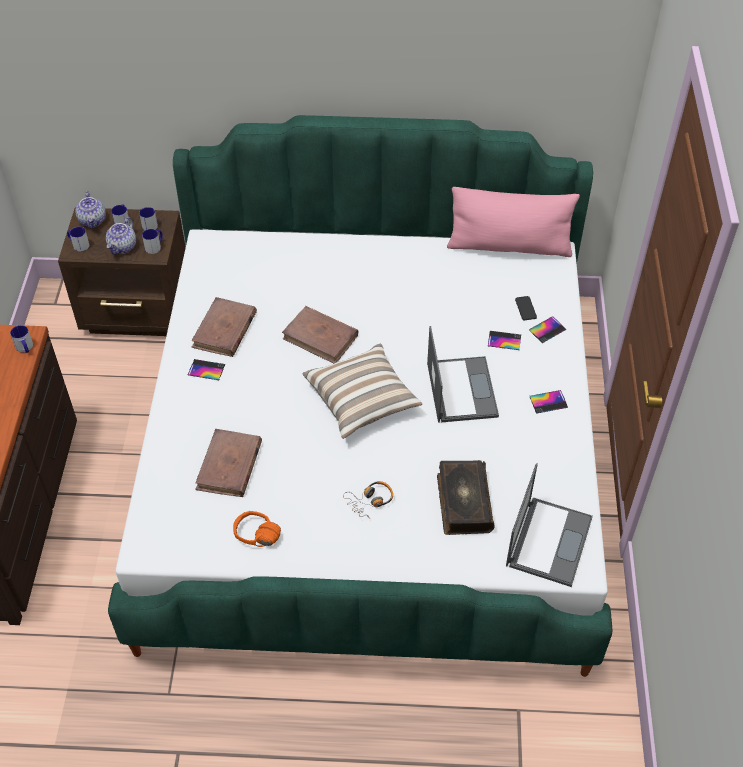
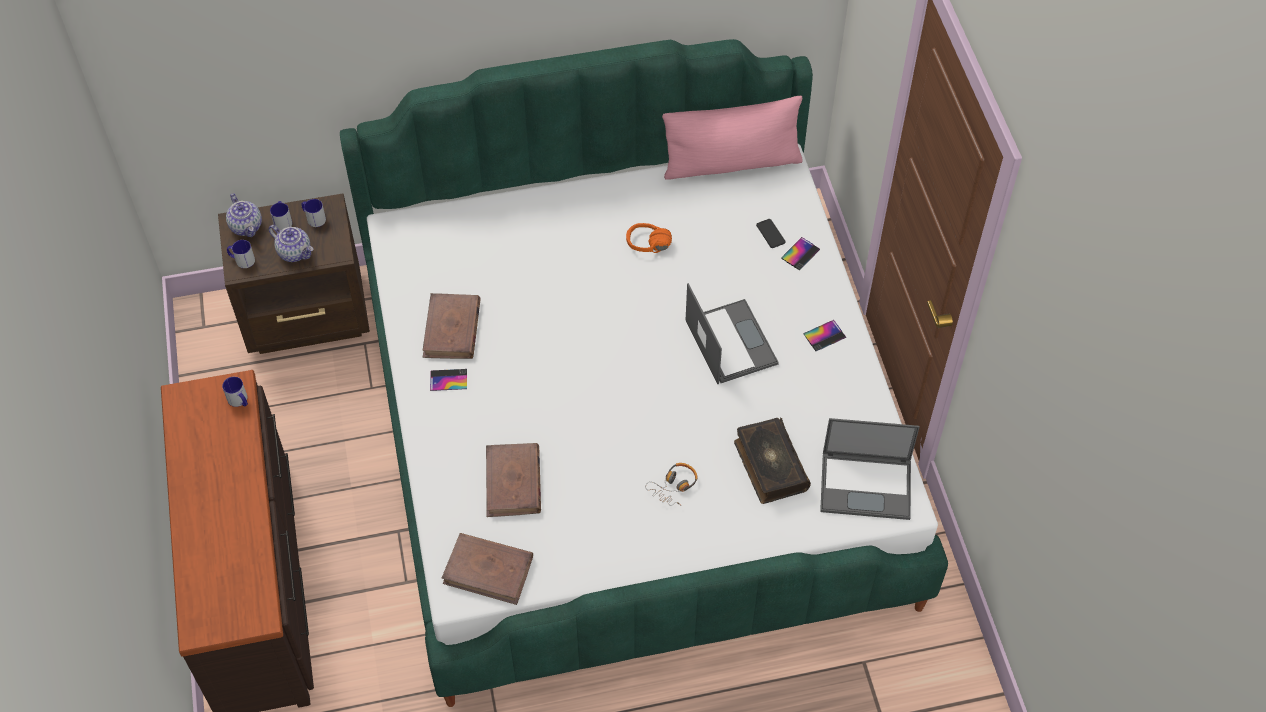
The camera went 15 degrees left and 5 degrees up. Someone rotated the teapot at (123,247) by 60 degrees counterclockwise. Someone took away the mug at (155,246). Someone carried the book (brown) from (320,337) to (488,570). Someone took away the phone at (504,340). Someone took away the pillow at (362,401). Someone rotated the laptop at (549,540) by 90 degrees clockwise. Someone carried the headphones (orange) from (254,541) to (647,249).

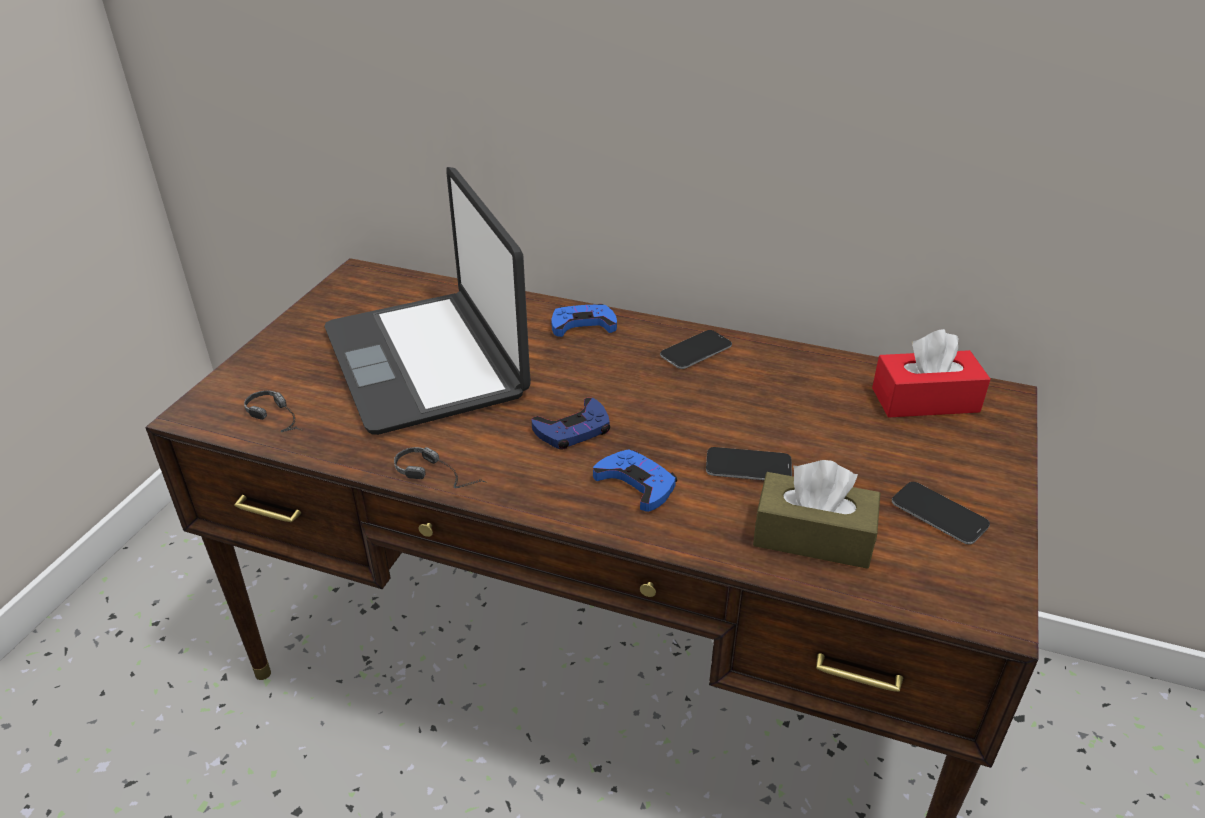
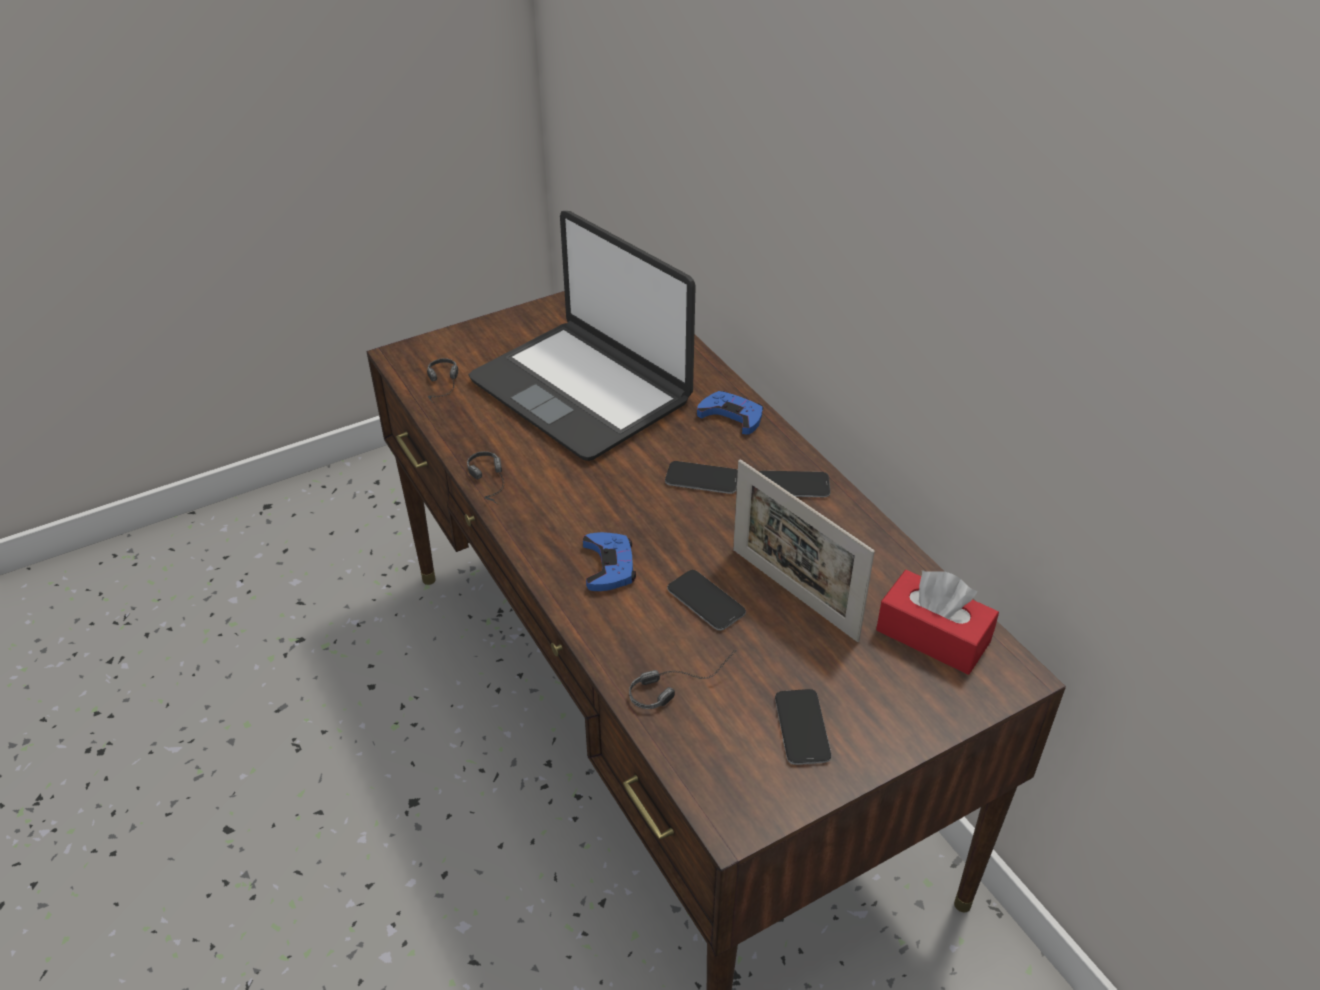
The camera went 40 degrees right and 5 degrees up. Someone rotated the laptop at (427,362) by 60 degrees counterclockwise. Someone took away the game controller (blue) at (573,430). Someone swapped the tissue box (brown) at (813,537) for the headphones at (680,681). Someone put down the picture frame at (793,593). Someone put down the phone at (702,479).

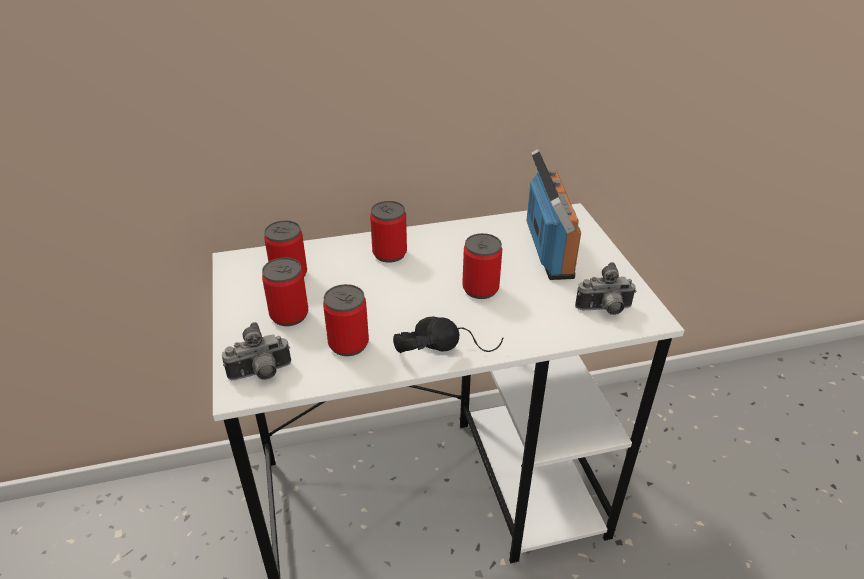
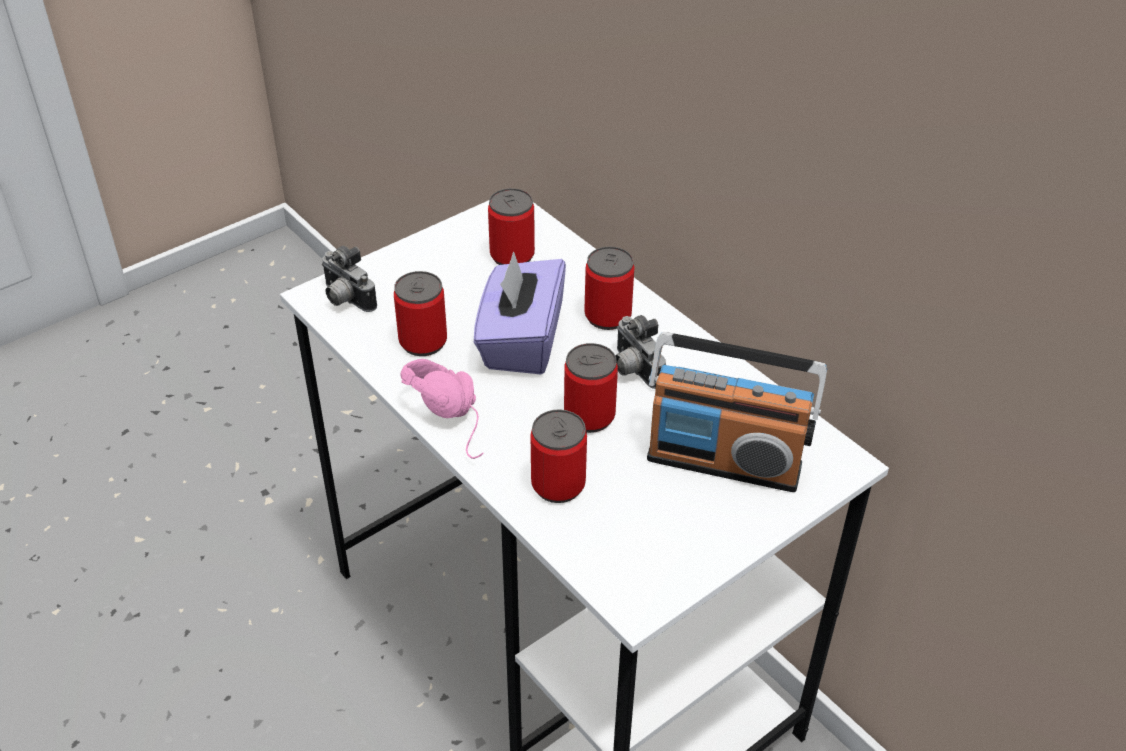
The camera went 65 degrees right and 5 degrees up. Someone rotated the radio at (549,251) by 45 degrees clockwise. Someone carried the can from (289,315) to (558,485). Someone carried the photo camera from (604,310) to (633,370). Someone repainted the headphones (black) at (445,347), which became the headphones (pink) at (459,418). Someone put down the tissue box (purple) at (520,341).

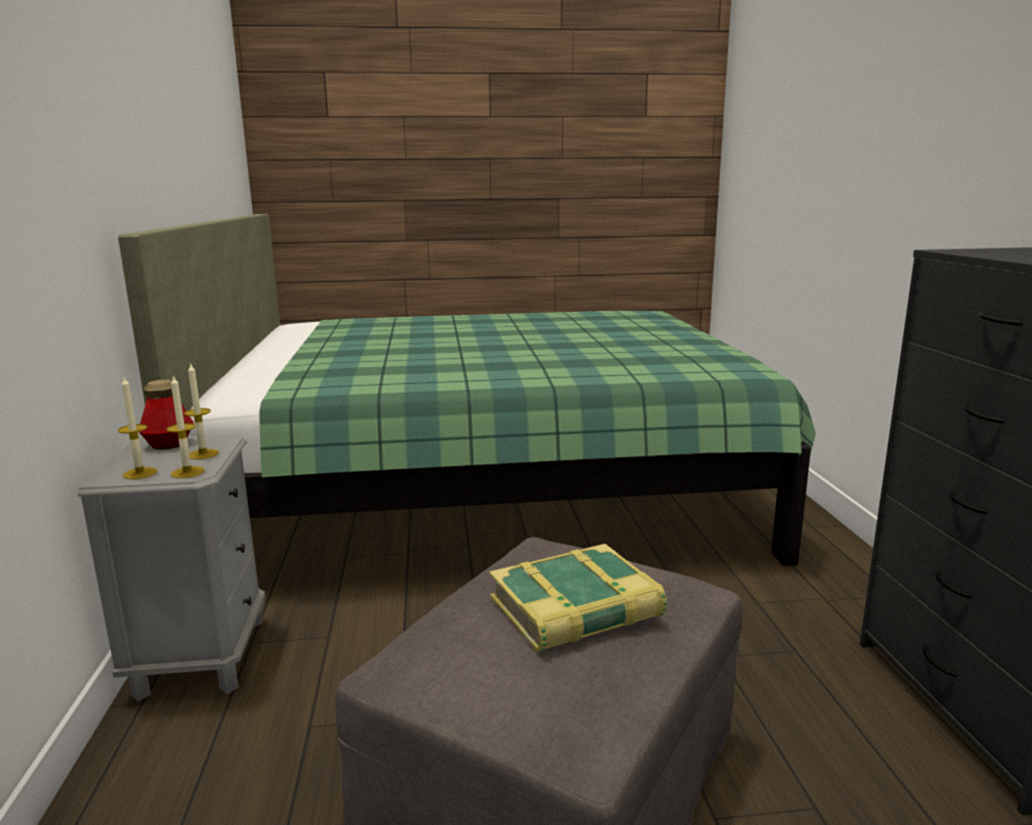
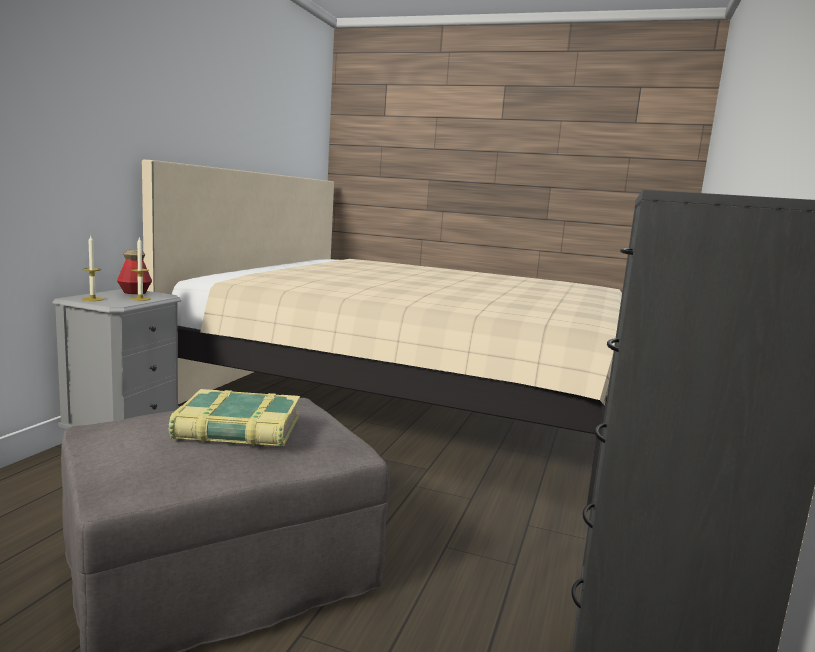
The camera went 25 degrees right and 5 degrees down. Someone repainted the bed (green) at (486,486), which became the bed (beige) at (414,398). Someone took away the candle at (187,472).

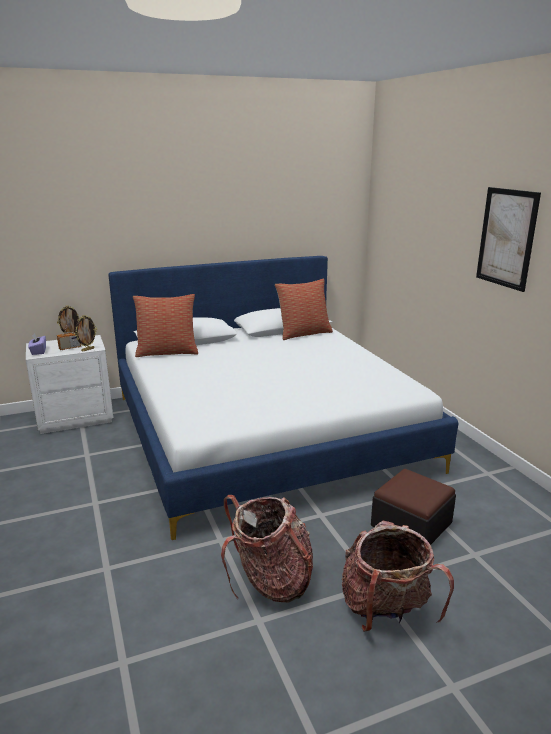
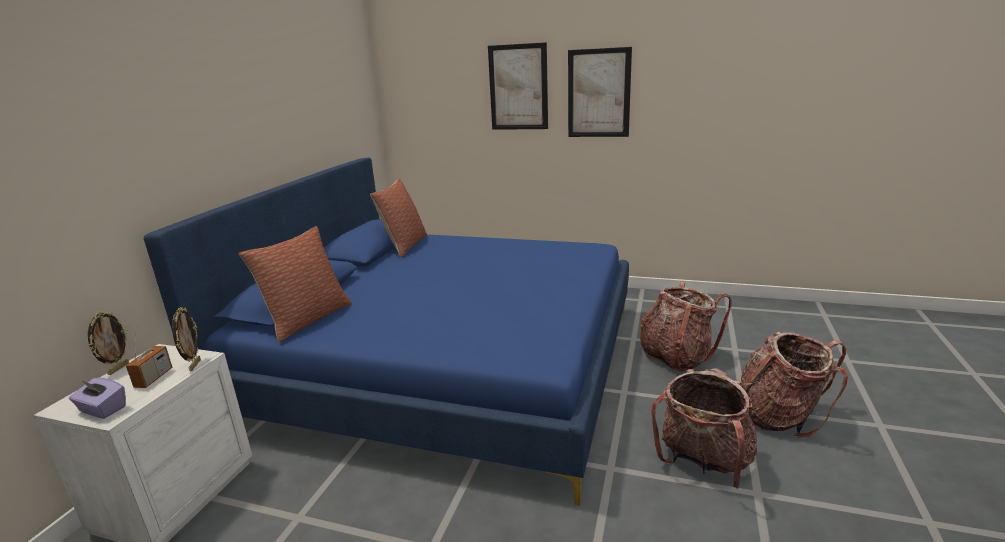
The camera went 50 degrees left and 0 degrees up. Someone repainted the bed (white) at (265,431), which became the bed (blue) at (447,363). Someone swapped the ottoman at (411,524) for the backpack at (676,356). Someone put up the picture at (518,87).

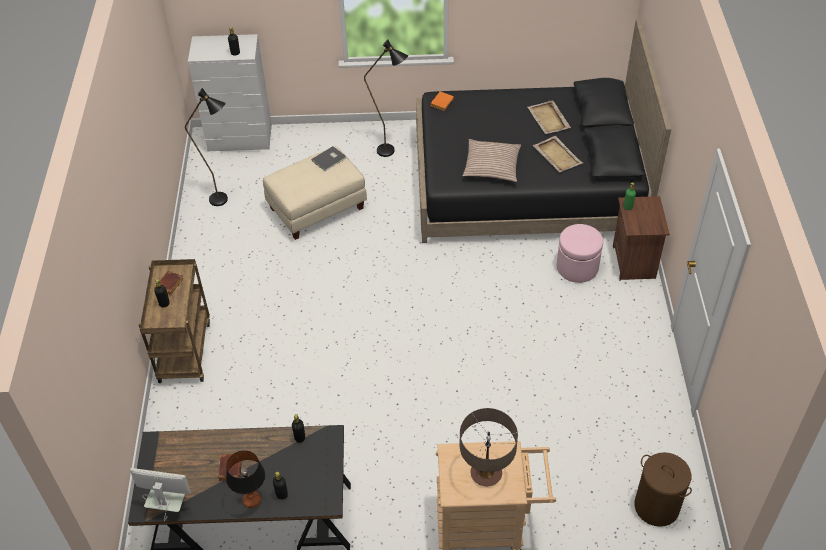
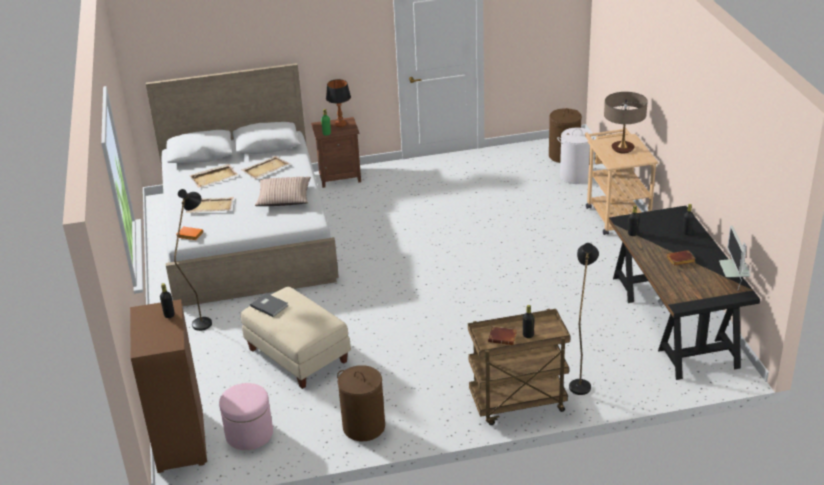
The camera went 100 degrees left and 15 degrees down. Someone repainted the bed (black) at (527,183), which became the bed (white) at (248,234). Someone repainted the dresser (white) at (240,139), which became the dresser (brown) at (180,440). Someone carried the floor lamp (black) from (225,201) to (580,382). Someone carried the ottoman (pink) from (577,267) to (249,434). Someone carried the table lamp from (251,500) to (340,125). Someone put down the laundry basket (white) at (576,176). Someone put down the tray (beige) at (209,206). Someone put down the laundry basket (brown) at (363,427).

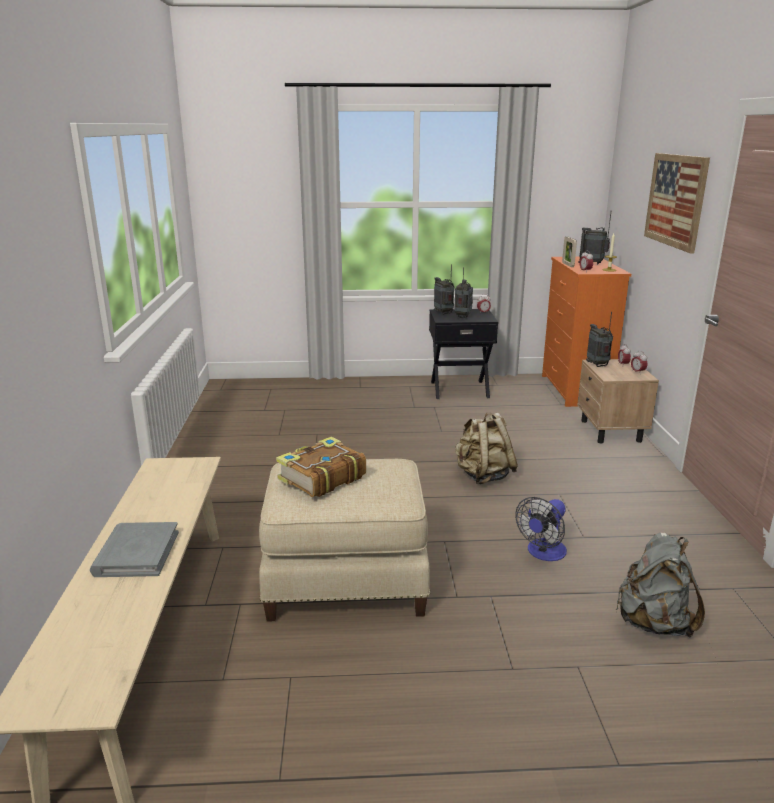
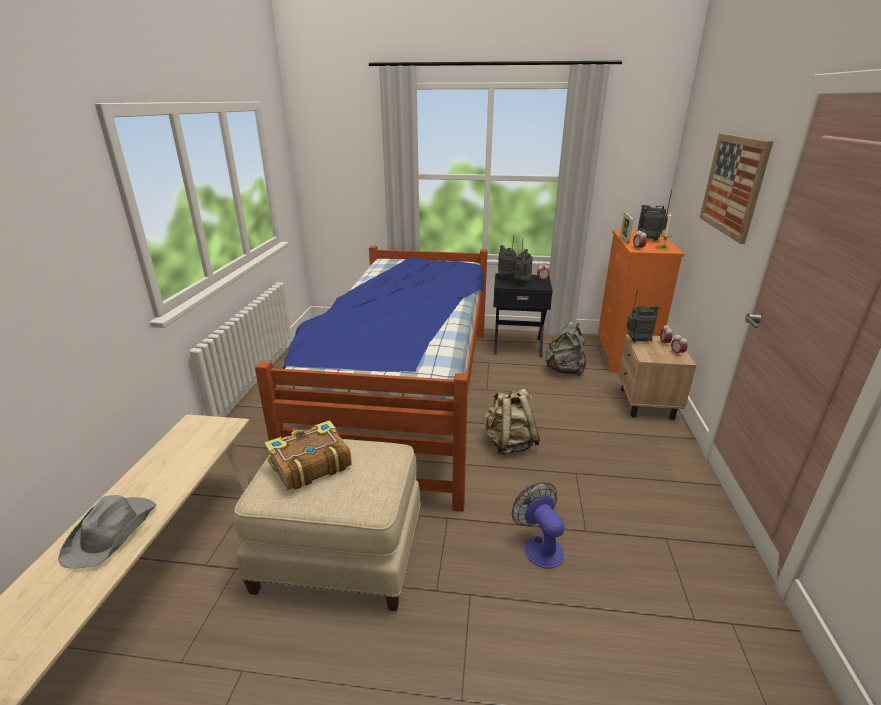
The camera went 10 degrees right and 5 degrees up. Someone rotated the radio at (597,365) by 90 degrees clockwise. Someone rotated the fan at (543,553) by 105 degrees clockwise. Someone swapped the book (grey) at (136,553) for the hat (grey) at (112,532). Someone carried the backpack (grey) from (653,623) to (564,370). Someone put down the bed at (405,395).

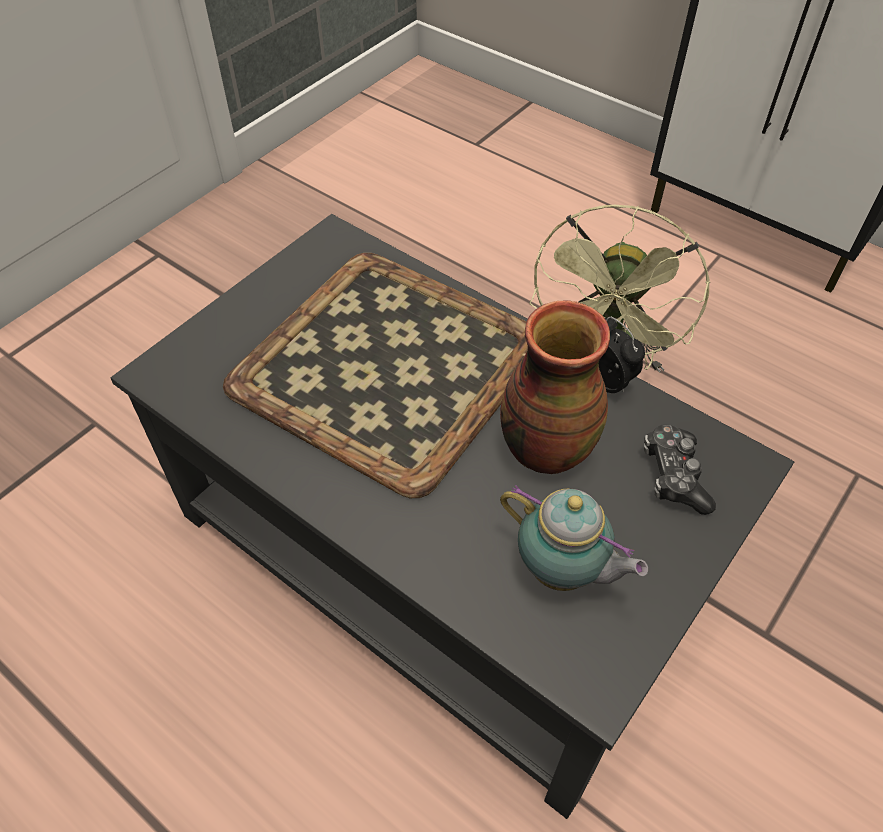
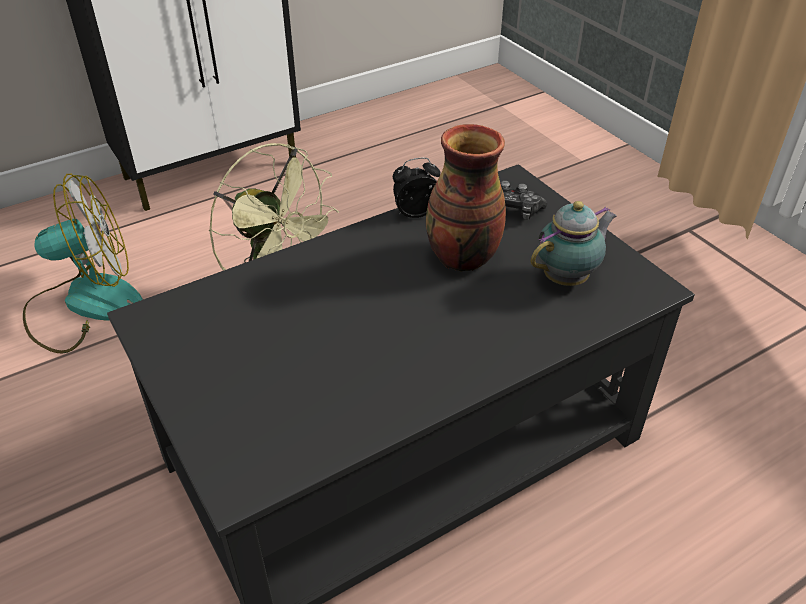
The camera went 70 degrees left and 10 degrees down. Someone took away the tray at (387,363). Someone put down the fan at (85,304).

